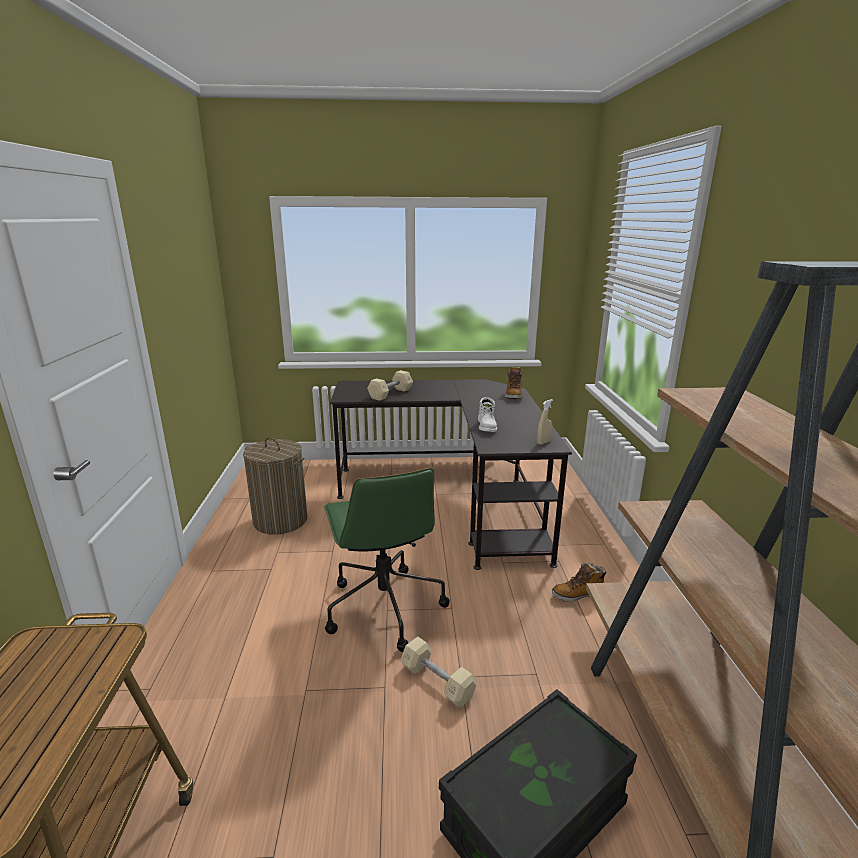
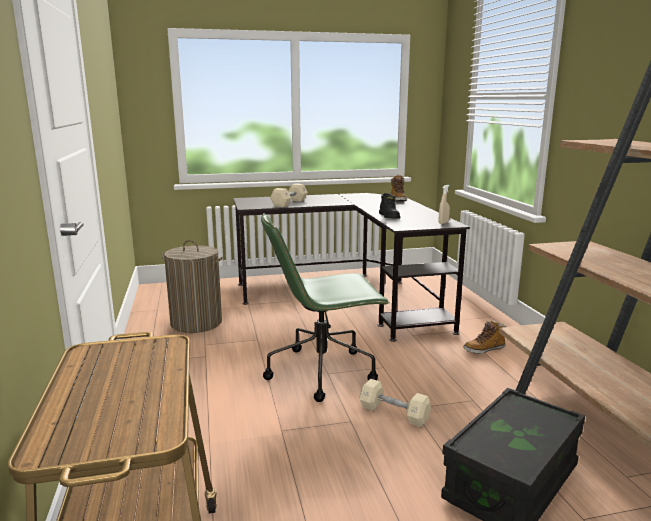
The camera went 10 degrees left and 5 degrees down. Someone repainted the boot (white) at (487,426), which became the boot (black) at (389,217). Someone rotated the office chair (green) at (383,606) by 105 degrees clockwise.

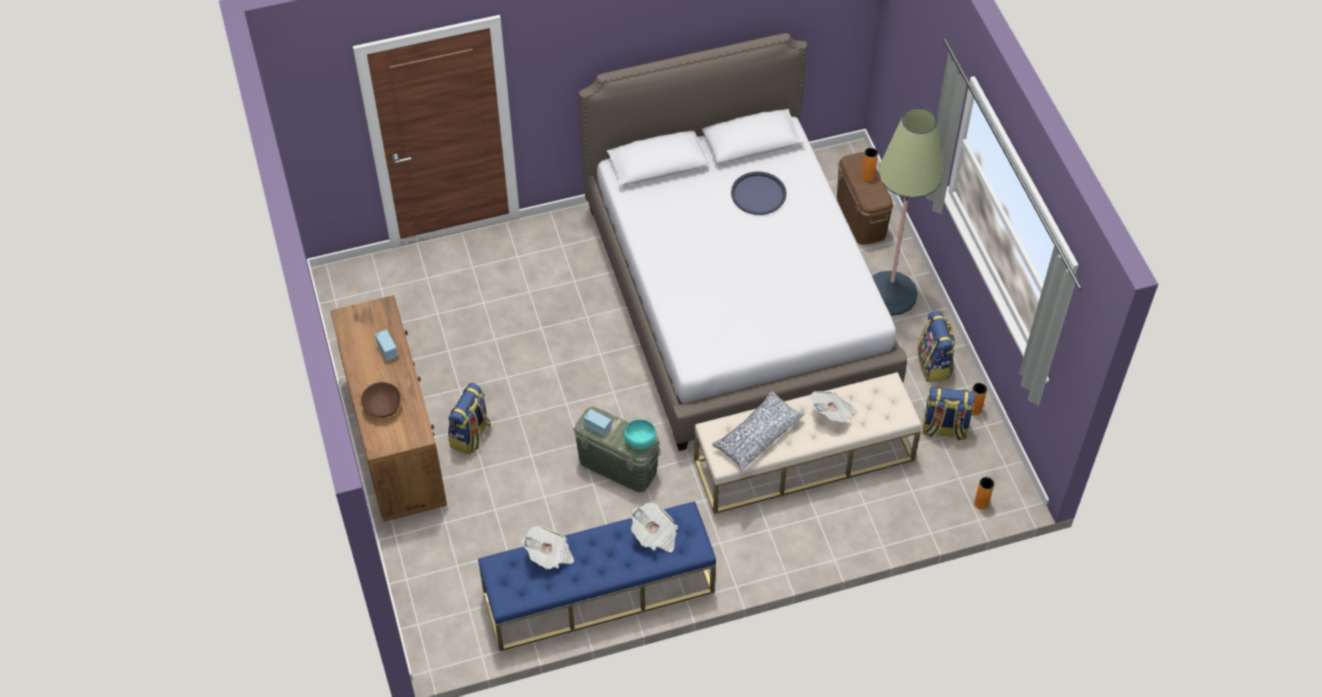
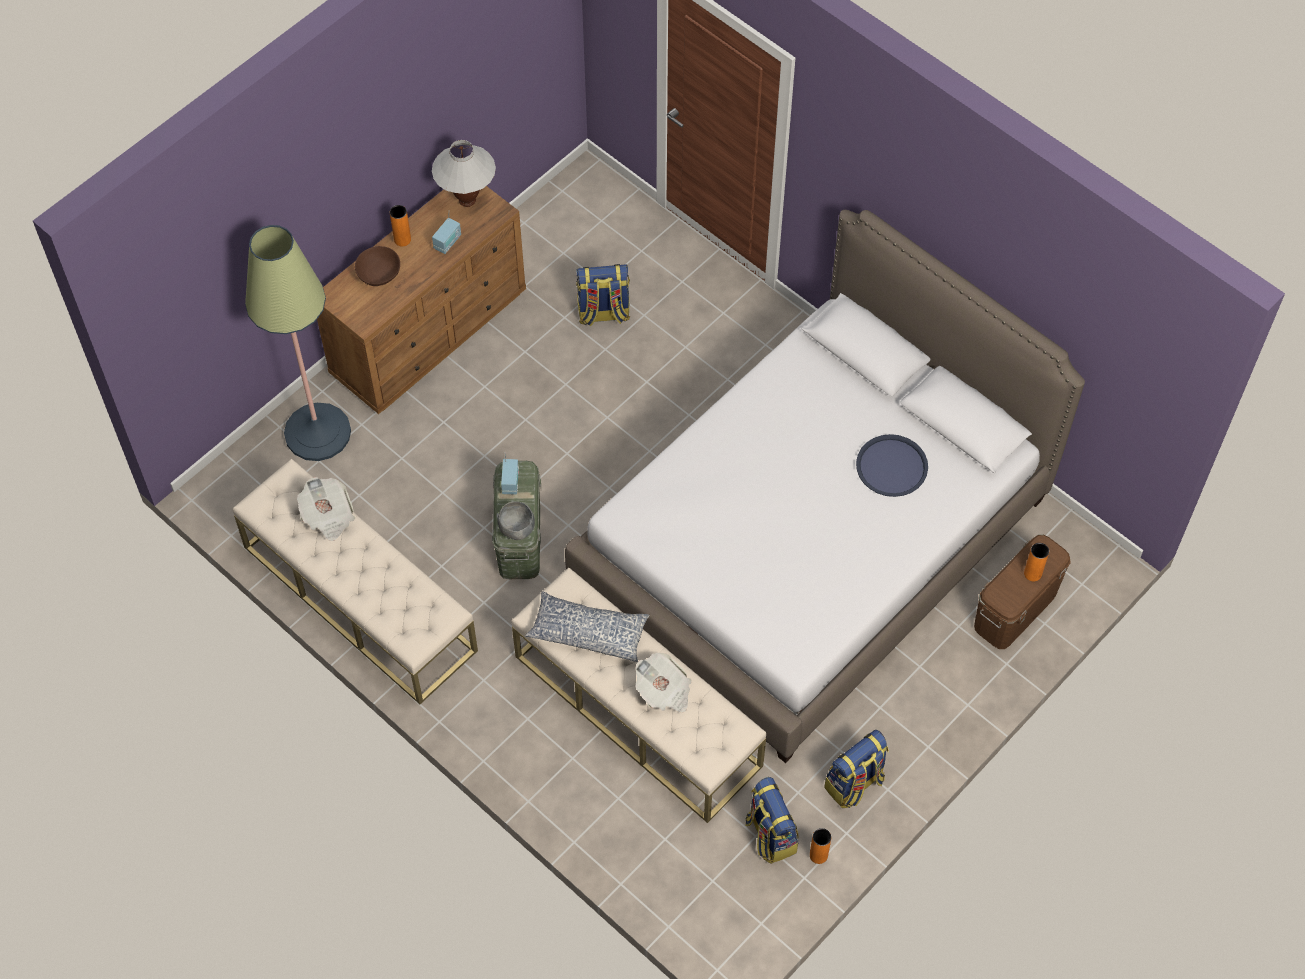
The camera went 60 degrees right and 5 degrees up. Someone carried the floor lamp from (890,294) to (317,432). Someone carried the backpack from (471,436) to (603,313). Someone repainted the bowl (turquoise) at (640,442), which became the bowl (grey) at (516,529). Someone carried the vase (orange) from (981,503) to (402,239). Someone repainted the bench (blue) at (598,592), which became the bench (beige) at (359,598). Someone took away the newspaper at (655,535). Someone put down the table lamp (white) at (467,200).

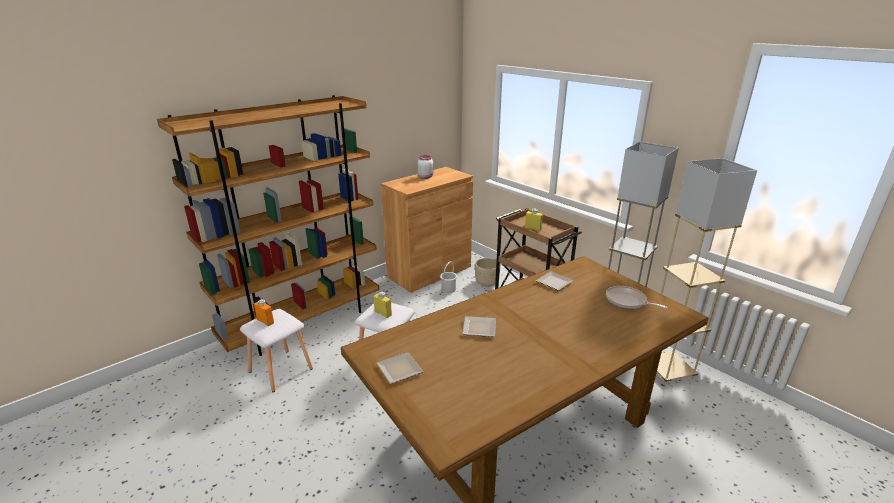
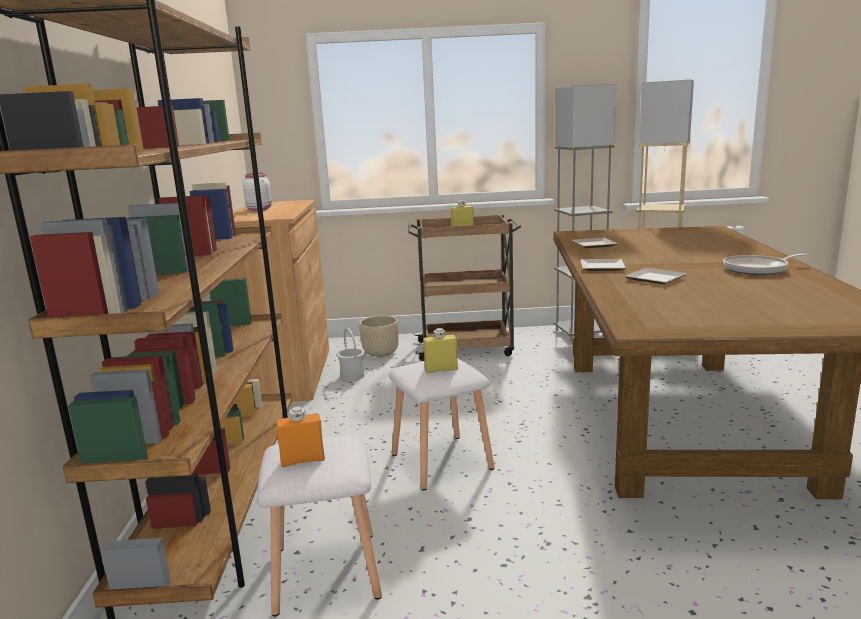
The camera went 50 degrees left and 10 degrees down. Someone carried the frying pan from (627,301) to (758,269). Someone carried the plate from (400,368) to (600,267).

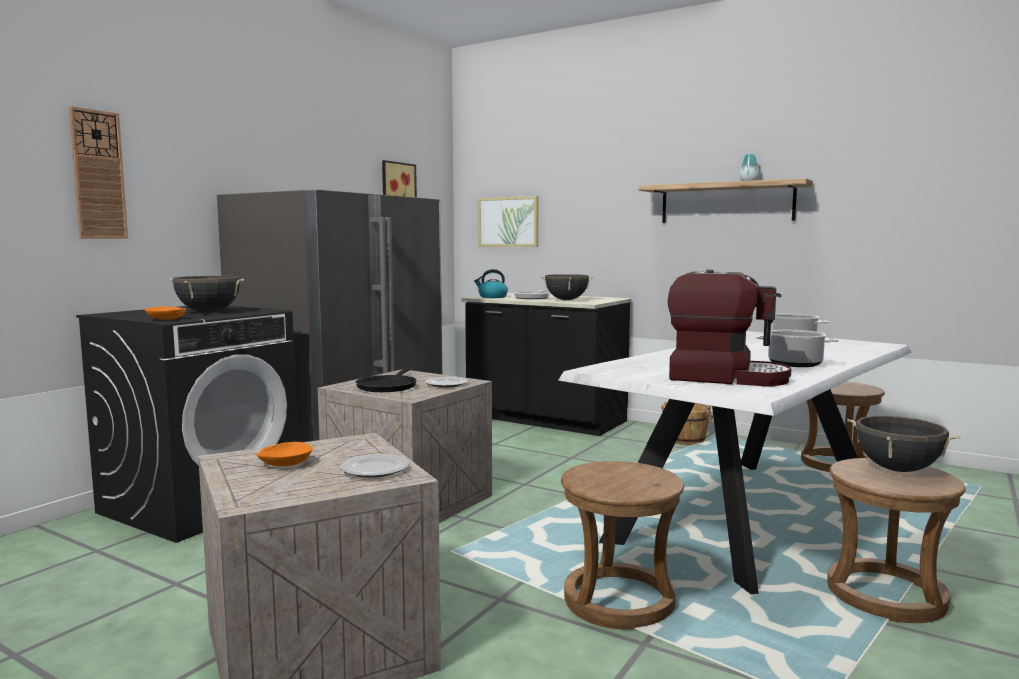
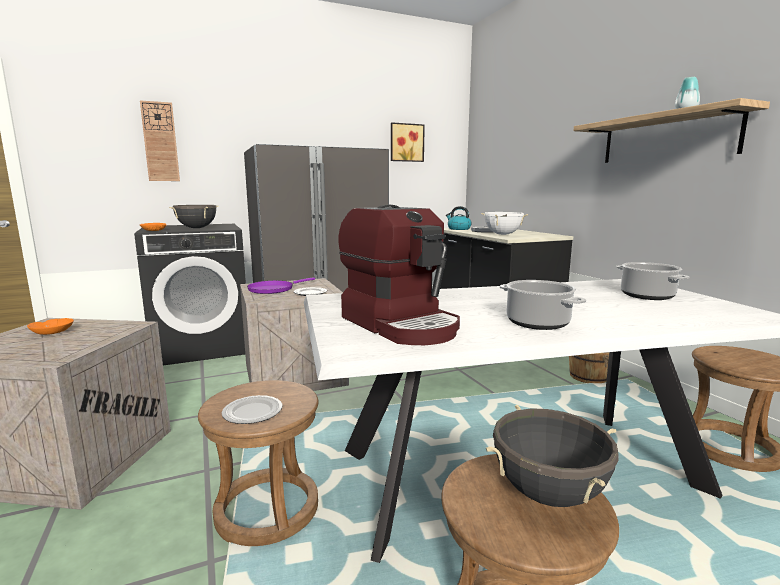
The camera went 35 degrees right and 5 degrees up. Someone took away the picture at (508,222). Someone repainted the cooking pot (black) at (566,300), which became the cooking pot (white) at (502,234). Someone repainted the frying pan (black) at (387,386), which became the frying pan (purple) at (273,289). Someone carried the plate from (375,470) to (253,413).

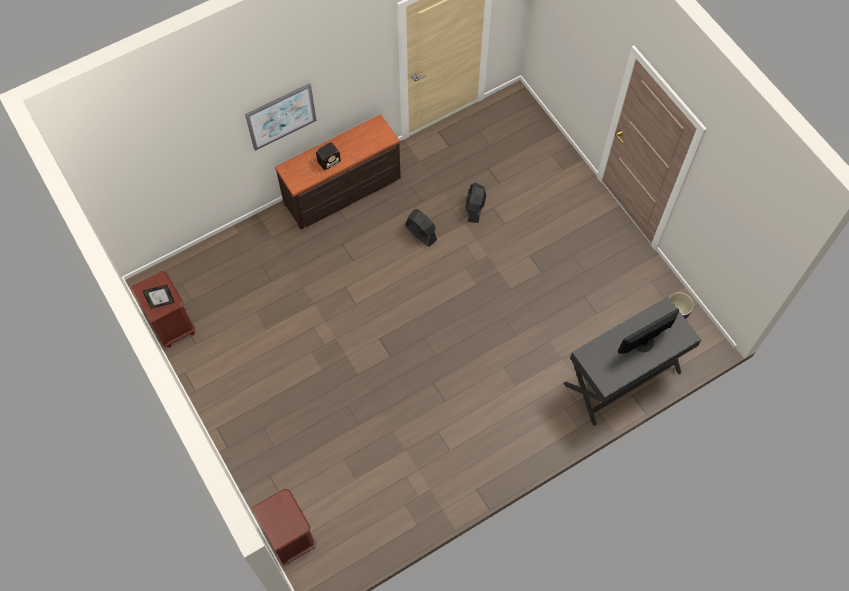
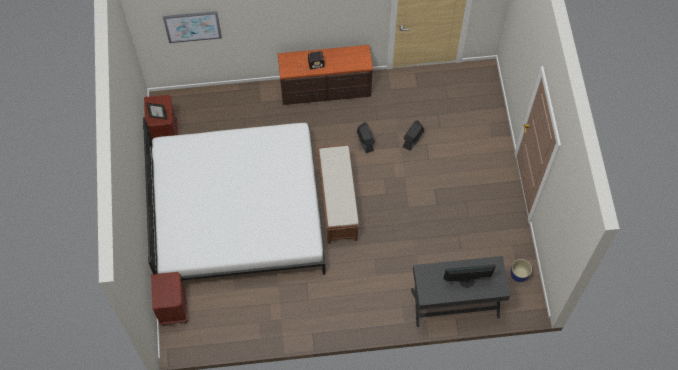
The camera went 25 degrees right and 0 degrees up. Someone carried the picture from (281,116) to (192,26). Someone put down the bed (white) at (237,212). Someone put down the bench (brown) at (337,201).

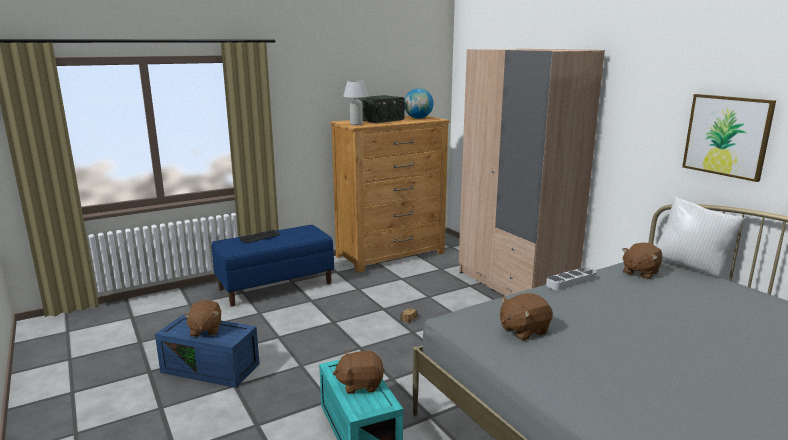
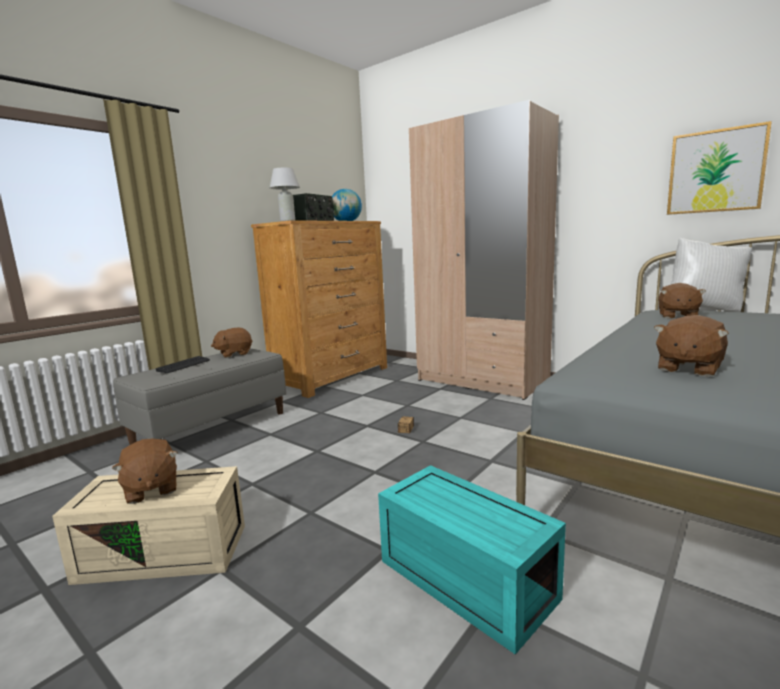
The camera went 20 degrees left and 5 degrees down. Someone repainted the bench (blue) at (276,286), which became the bench (grey) at (212,428). Someone took away the tray (grey) at (571,281). Someone repainted the storage box (blue) at (212,367), which became the storage box (beige) at (167,551). Someone carried the plush toy (brown) from (360,384) to (234,354).

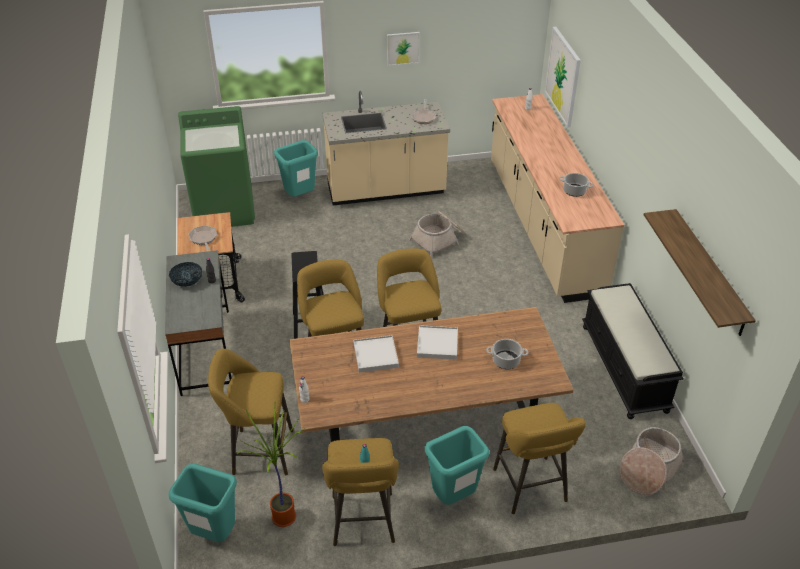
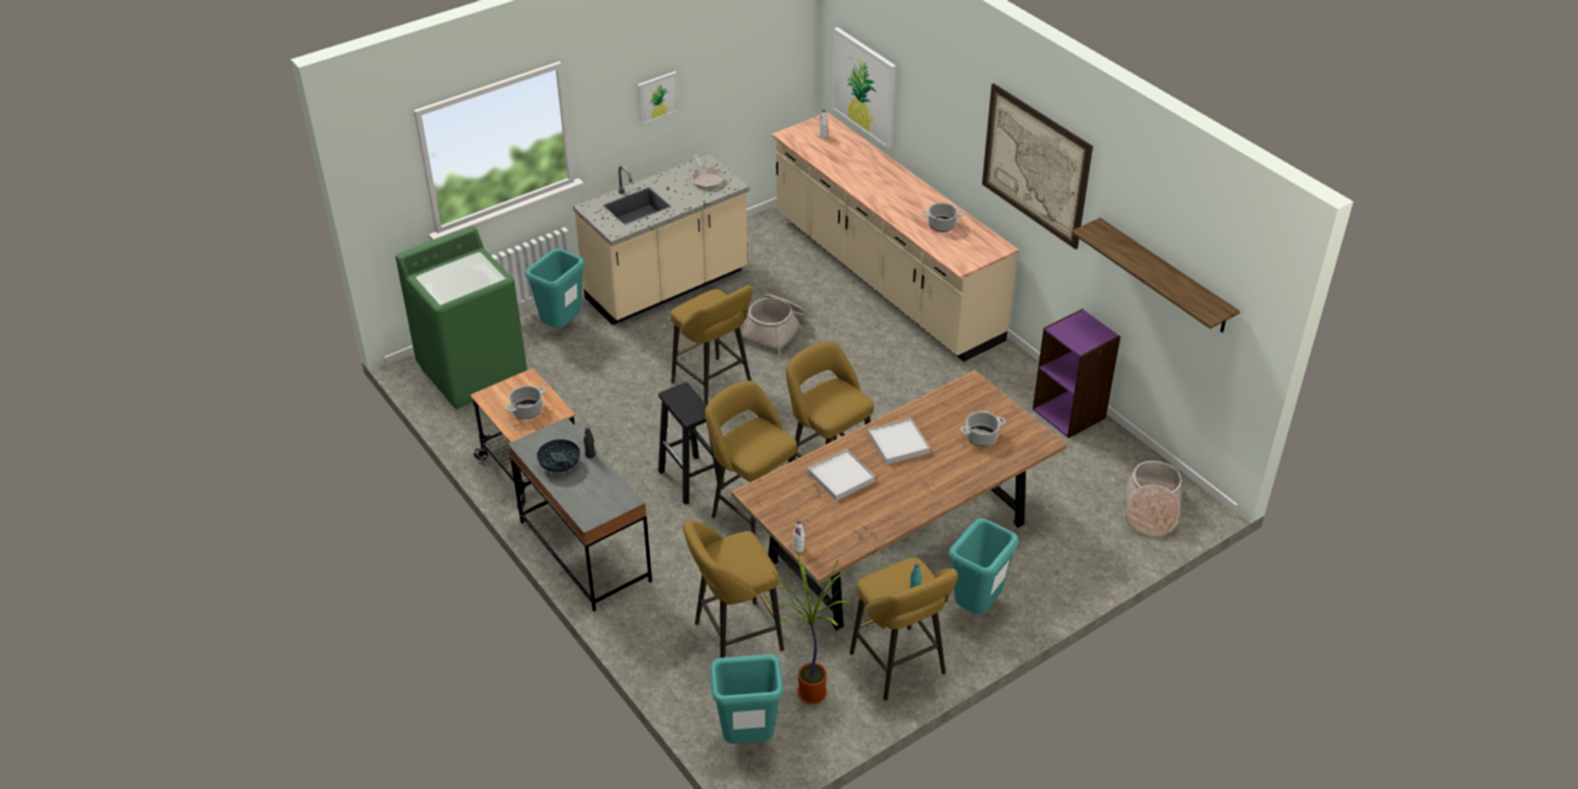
The camera went 25 degrees left and 0 degrees up. Someone swapped the frying pan at (204,239) for the cooking pot at (527,411). Someone swapped the bench (black) at (625,368) for the bookcase (purple) at (1069,413). Someone carried the stool (yellow) from (531,488) to (714,386). Someone put up the picture at (1035,165).

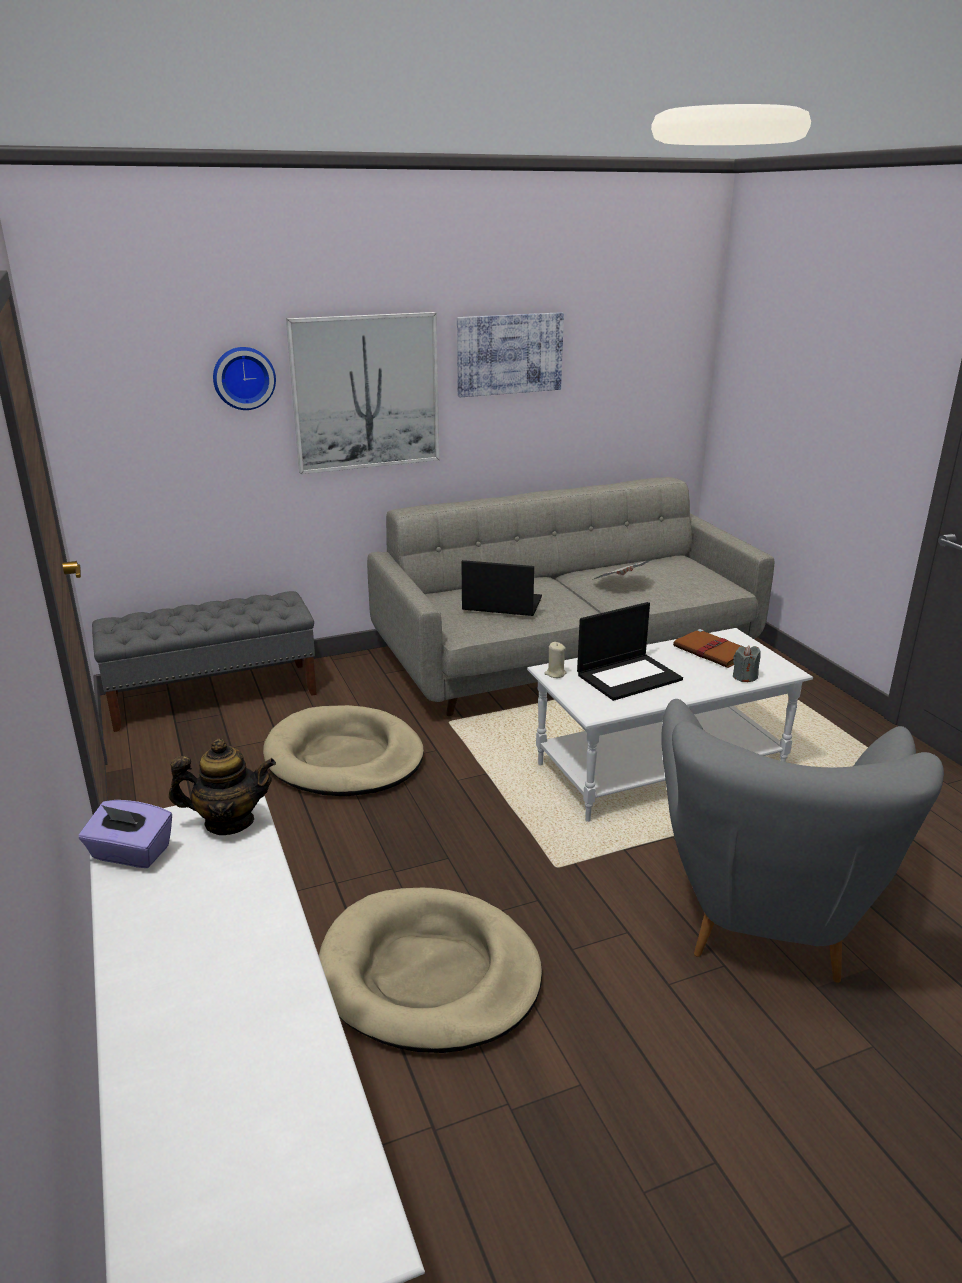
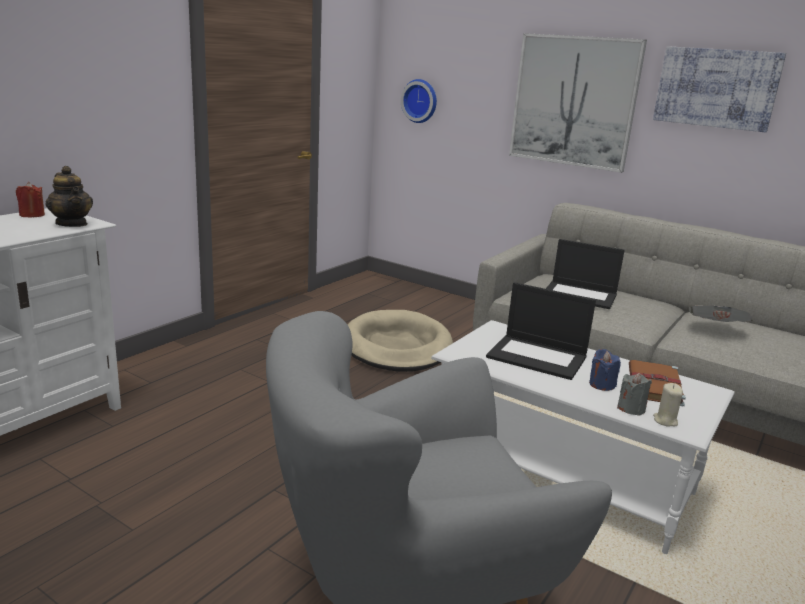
The camera went 55 degrees right and 5 degrees down. Someone carried the wall clock from (243,378) to (420,101). Someone rotated the laptop at (501,604) by 135 degrees clockwise. Someone took away the bench (grey) at (214,696). Someone carried the candle (beige) from (555,673) to (665,421). Someone swapped the tissue box (purple) at (130,853) for the candle (red) at (32,215). Someone took away the dog bed (beige) at (429,974). Someone put down the candle (blue) at (601,385).

